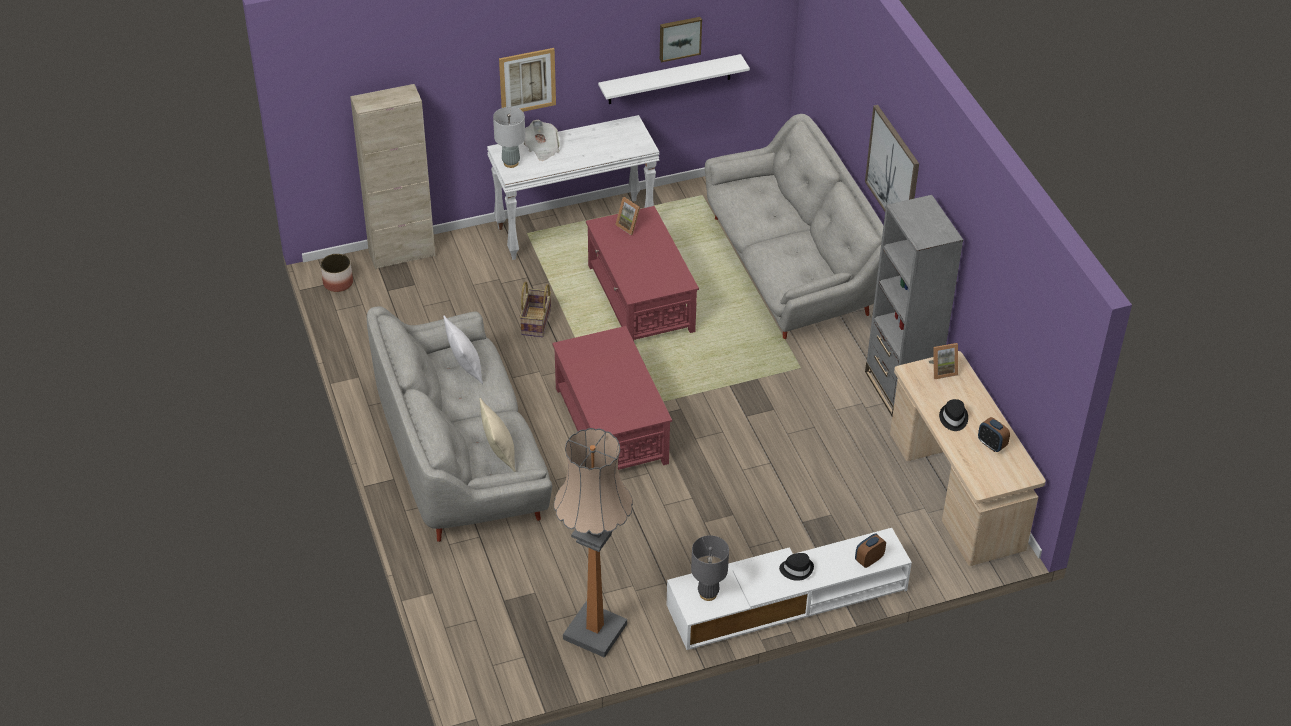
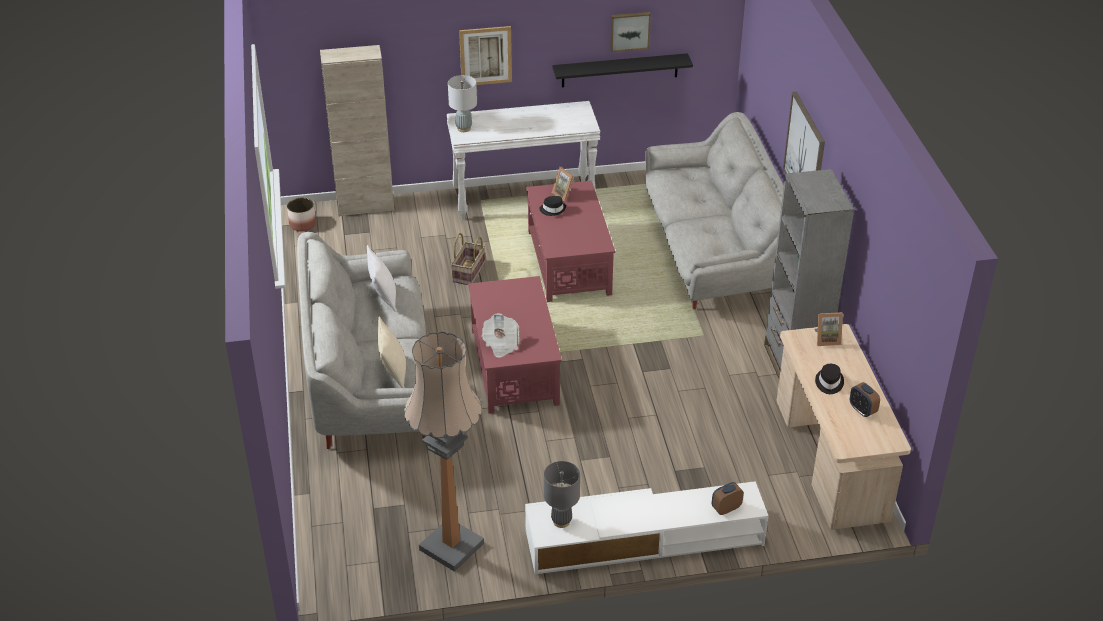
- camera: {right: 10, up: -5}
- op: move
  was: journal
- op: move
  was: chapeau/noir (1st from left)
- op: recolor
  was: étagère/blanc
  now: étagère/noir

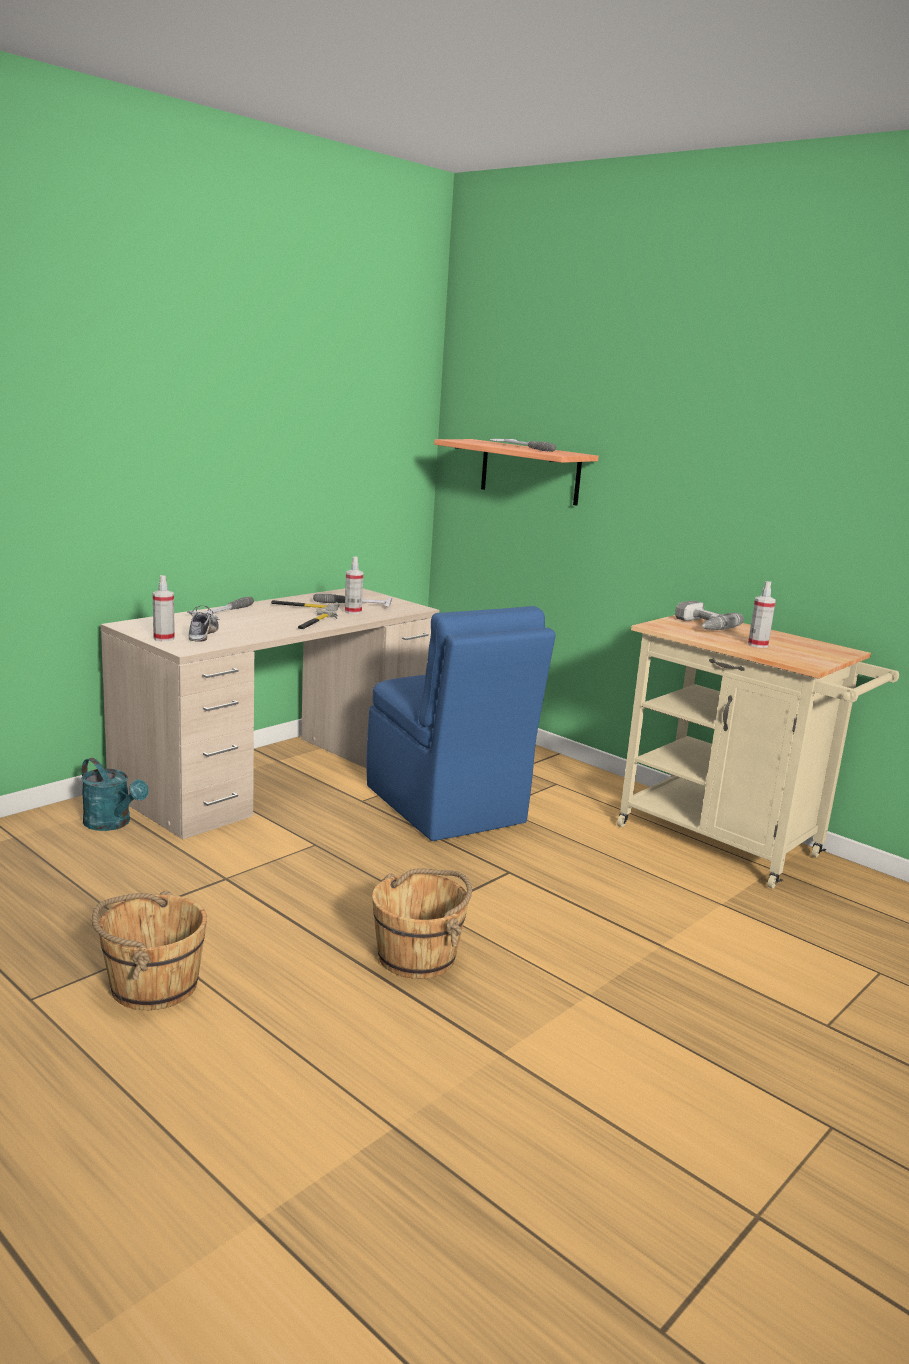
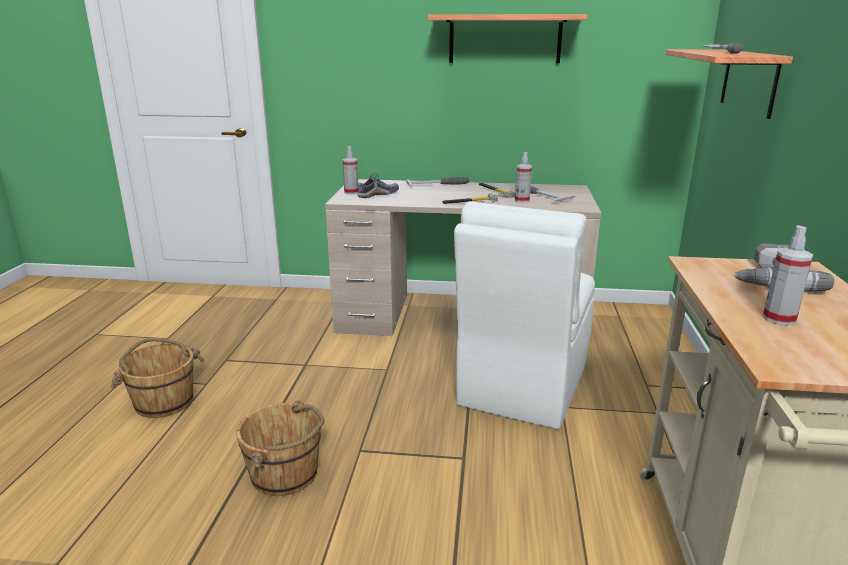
- camera: {right: 55, up: 5}
- op: insert
  now: étagère (1st from left)
- op: recolor
  was: chaise/bleu
  now: chaise/blanc
- op: delete
  was: arrosoir/turquoise

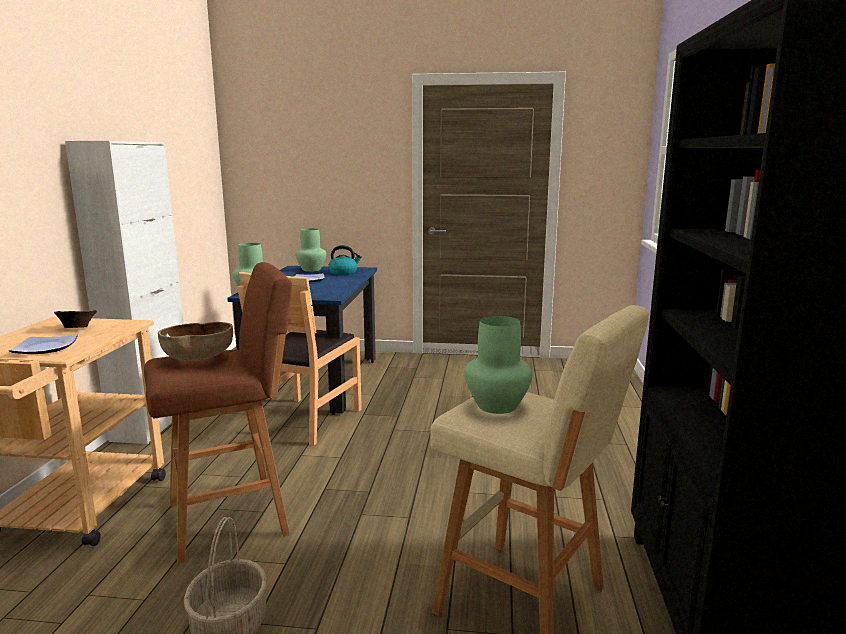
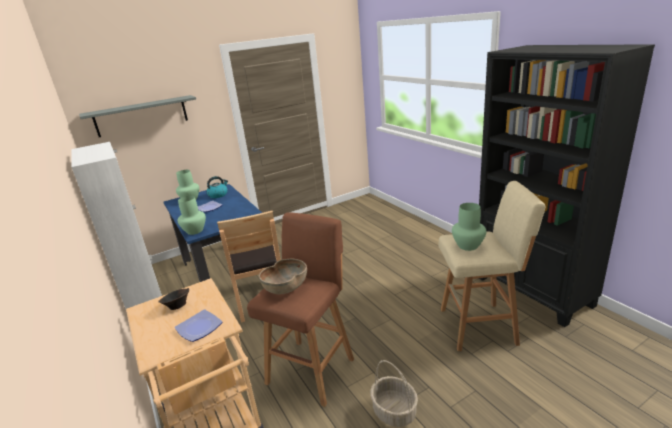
- camera: {right: -35, up: 10}
- op: insert
  now: étagère/gris

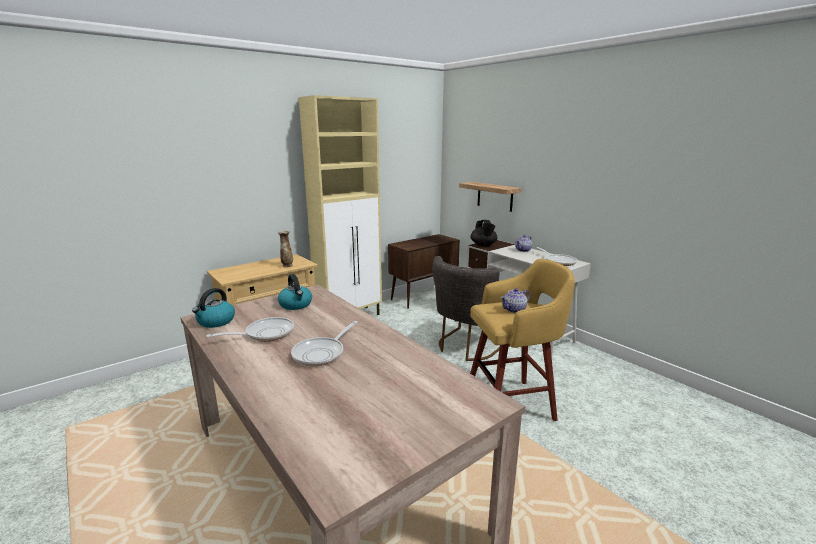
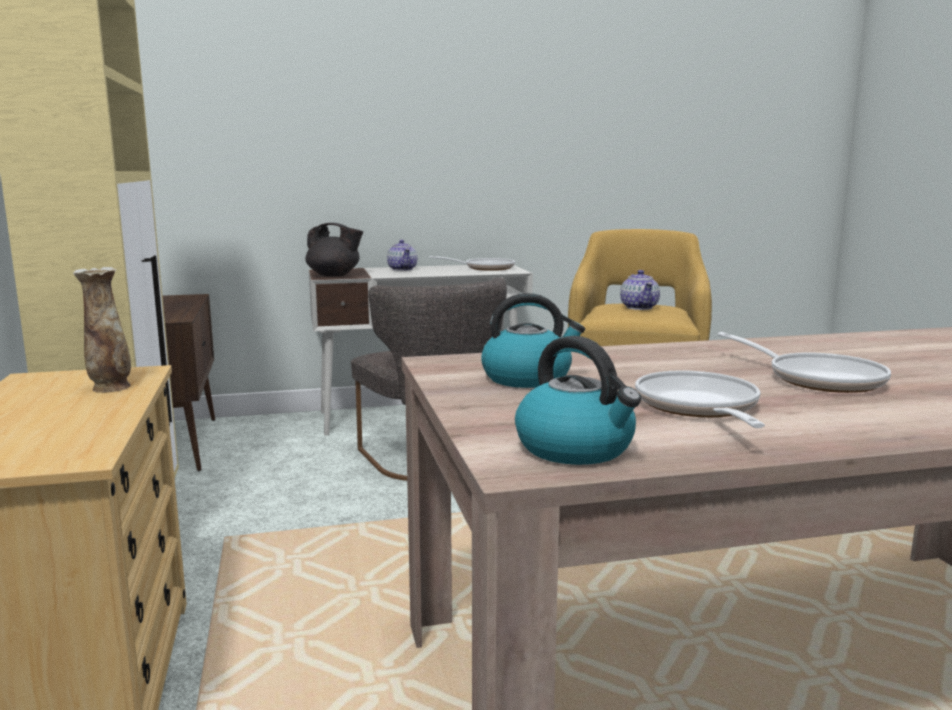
- camera: {right: -65, up: -5}
- op: delete
  was: étagère

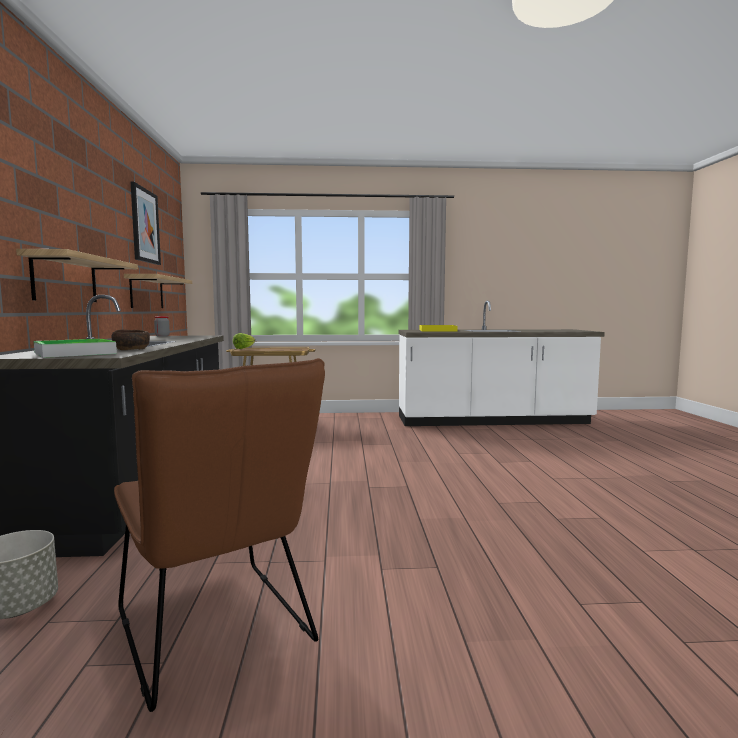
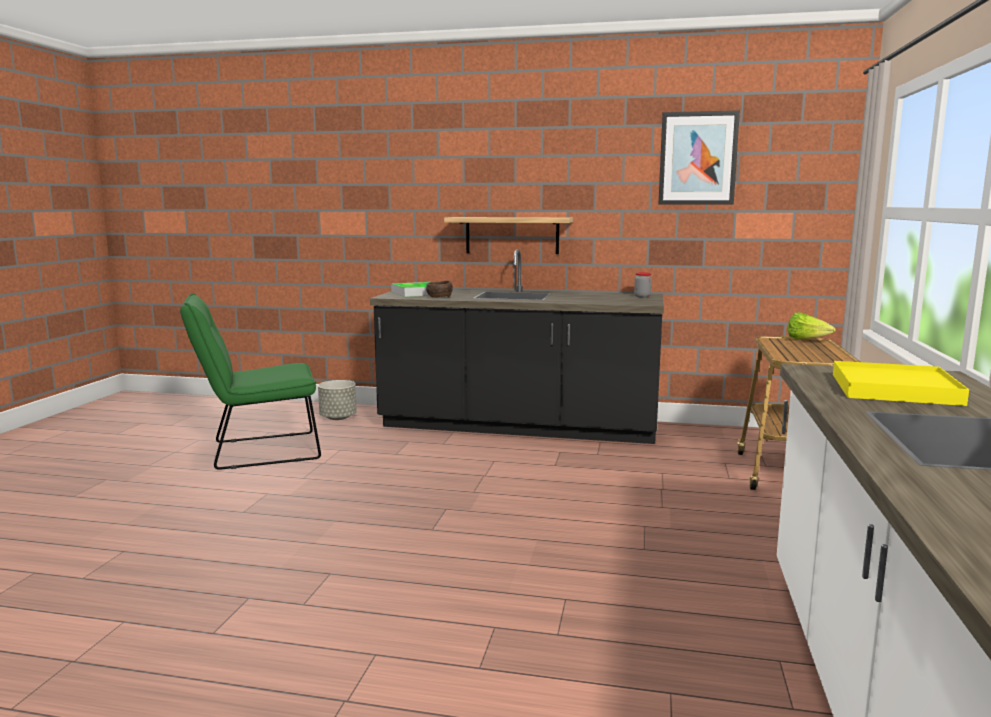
- camera: {right: 105, up: 5}
- op: recolor
  was: chaise/marron
  now: chaise/vert
- op: delete
  was: étagère (2nd from left)

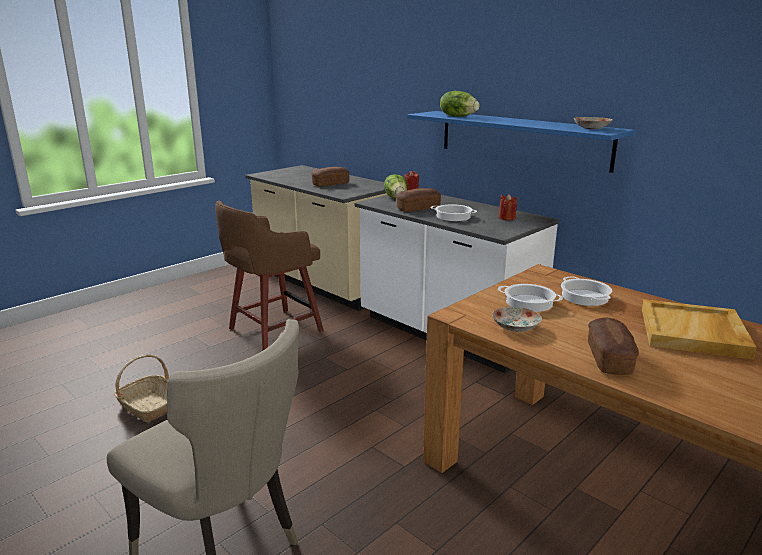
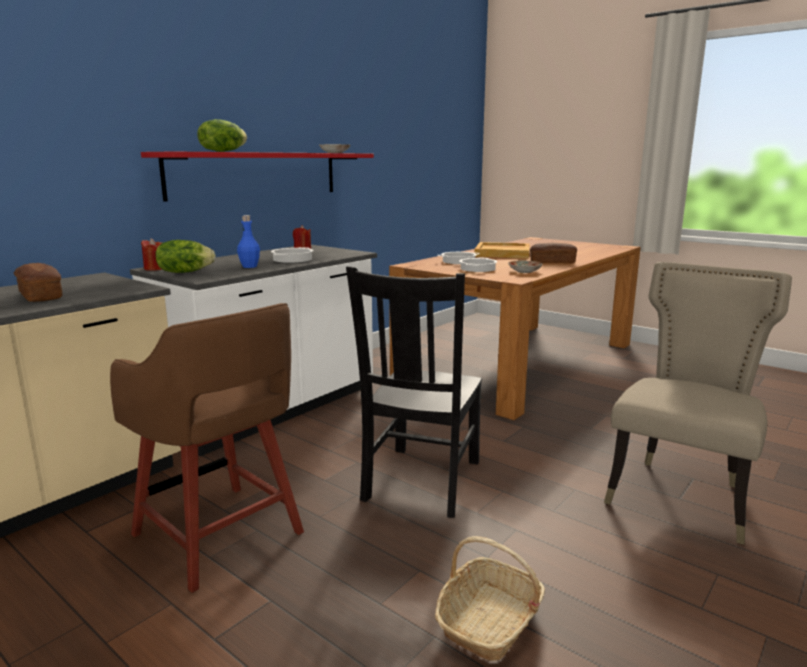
- camera: {right: -95, up: -5}
- op: recolor
  was: étagère/bleu
  now: étagère/rouge
- op: replace
  was: pain (2nd from left)
  now: bouteille/bleu
- op: insert
  now: chaise/noir

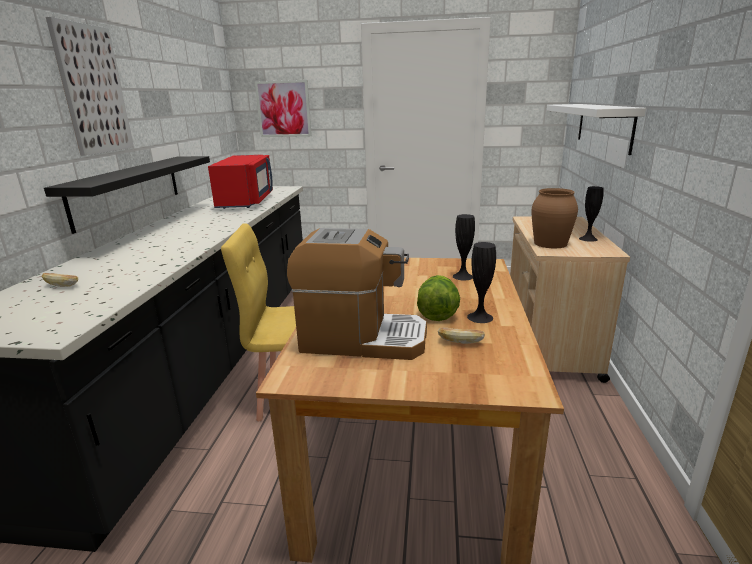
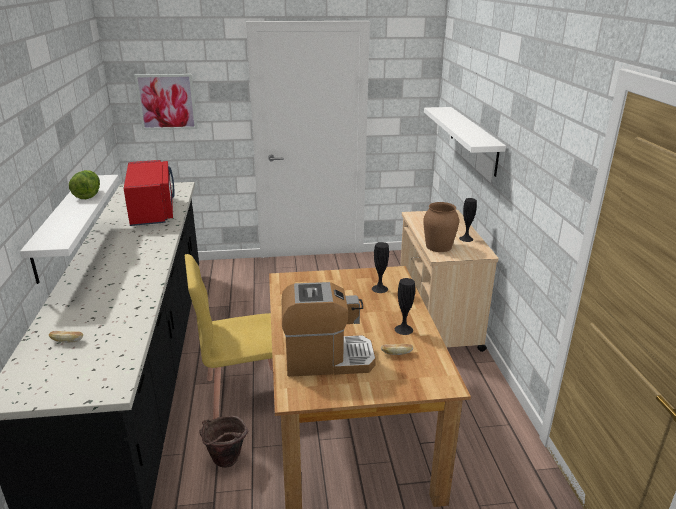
- camera: {right: -15, up: 5}
- op: recolor
  was: étagère/noir
  now: étagère/blanc (1st from left)
- op: move
  was: laitue
- op: insert
  now: seau/marron
- op: delete
  was: tableau (1st from left)

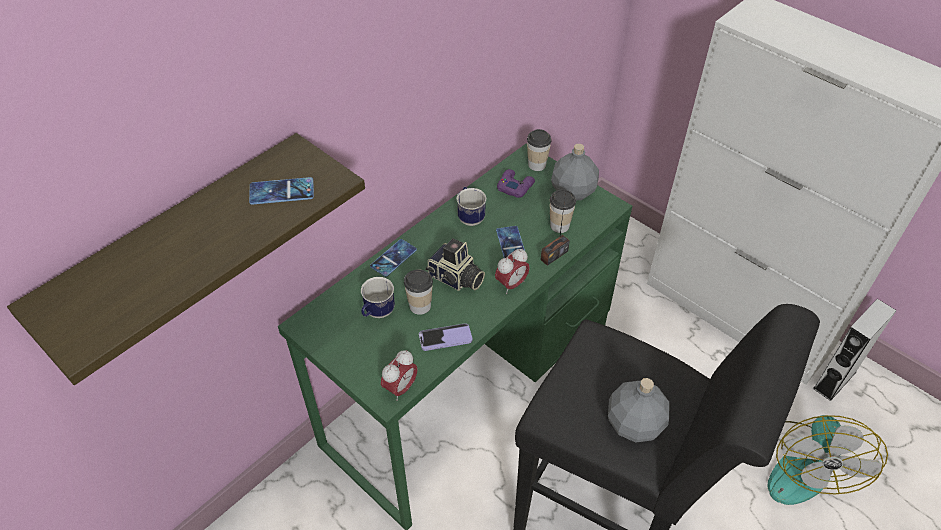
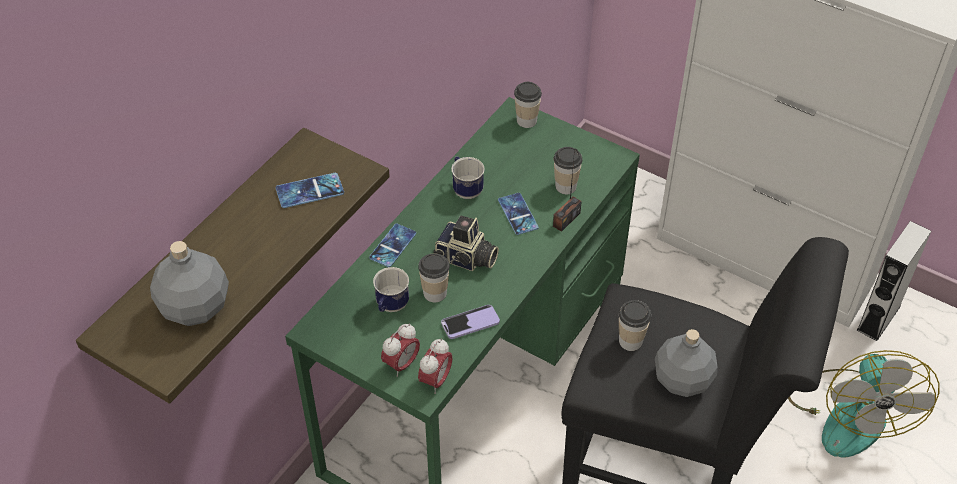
- camera: {right: -10, up: 0}
- op: move
  was: bouteille/gris (1st from left)
- op: move
  was: réveil (2nd from left in the first image)
  now: réveil (1st from left)
- op: insert
  now: tasse (4th from left)
- op: delete
  was: manette/violet

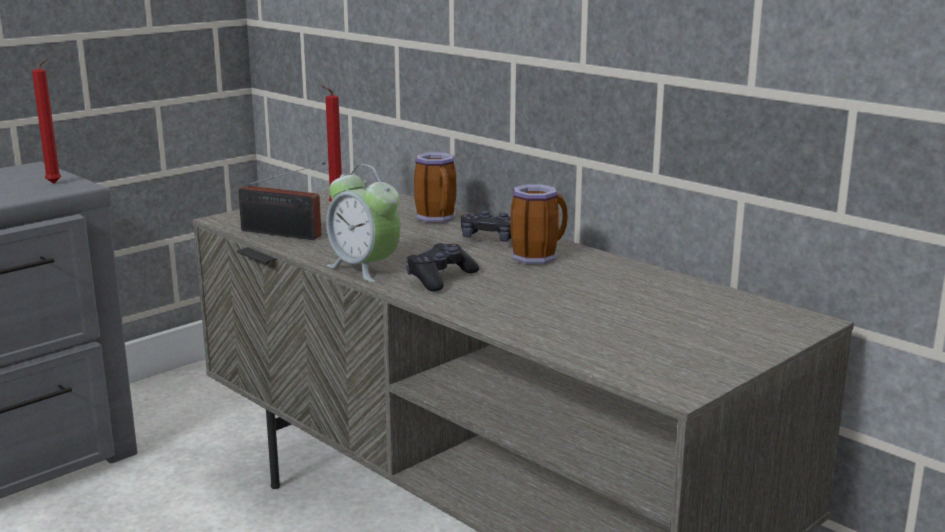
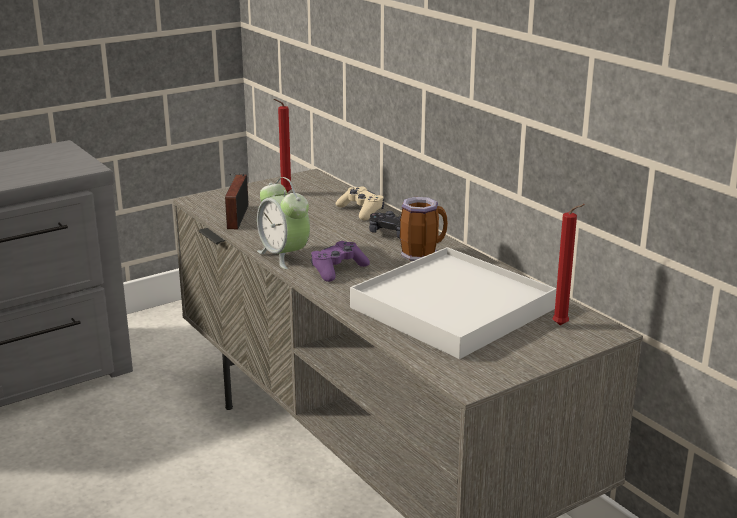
- camera: {right: 10, up: 5}
- op: rotate
  was: radio
  clockwise: 60
- op: recolor
  was: manette/noir (1st from left)
  now: manette/violet
- op: replace
  was: mug (1st from left)
  now: manette/beige
- op: insert
  now: plateau/blanc
- op: move
  was: bougie/rouge (1st from left in the first image)
  now: bougie/rouge (2nd from left)

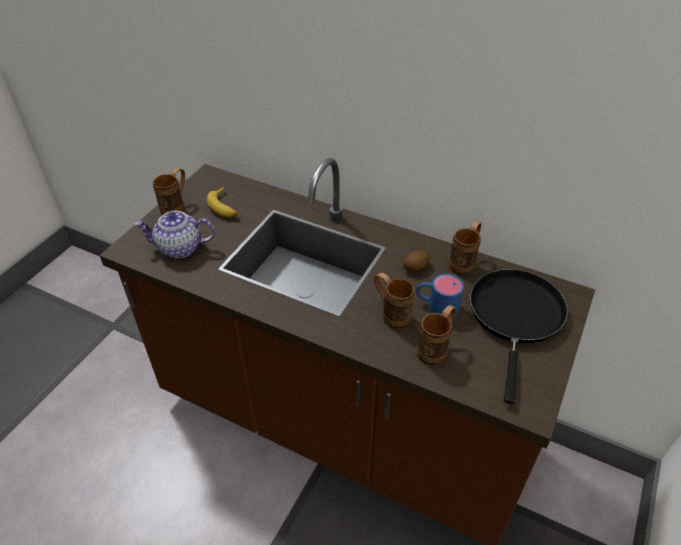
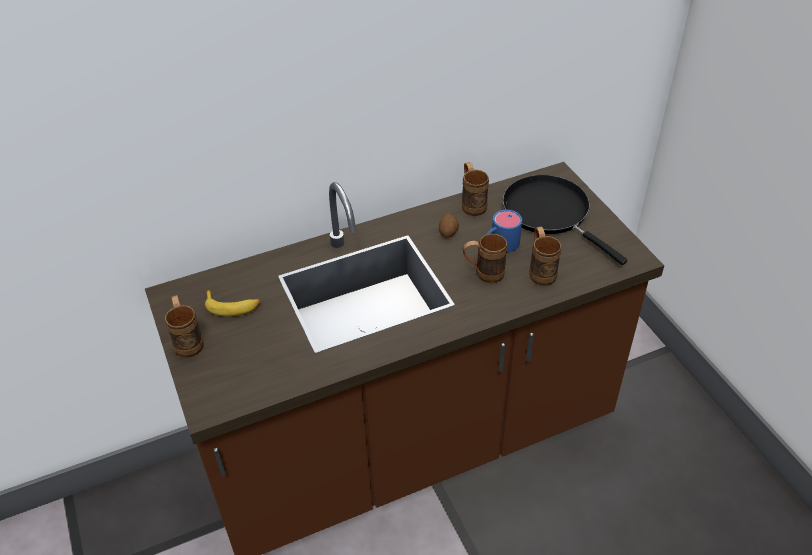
- camera: {right: -50, up: 0}
- op: delete
  was: théière

